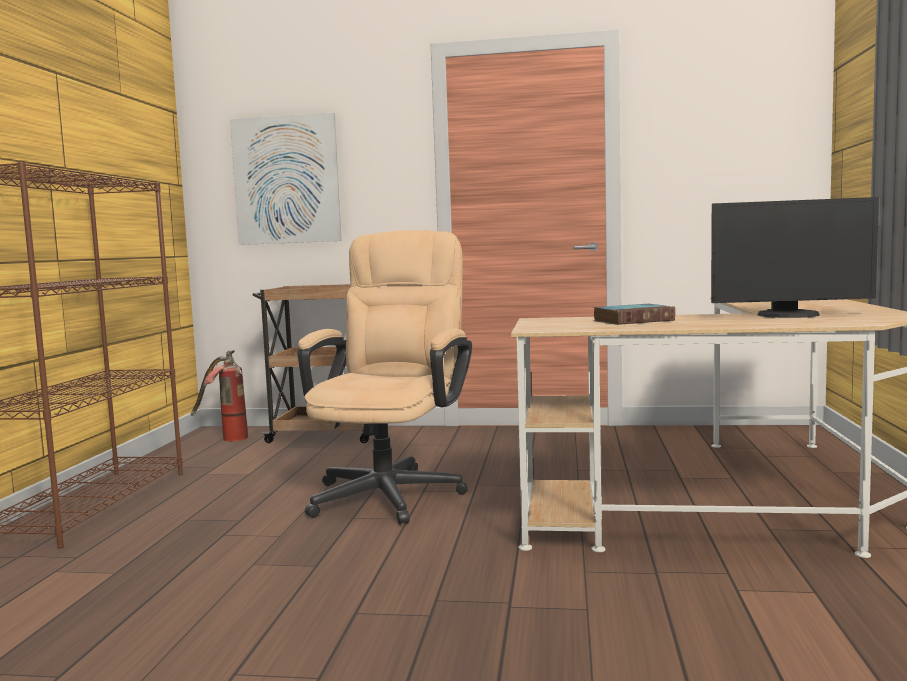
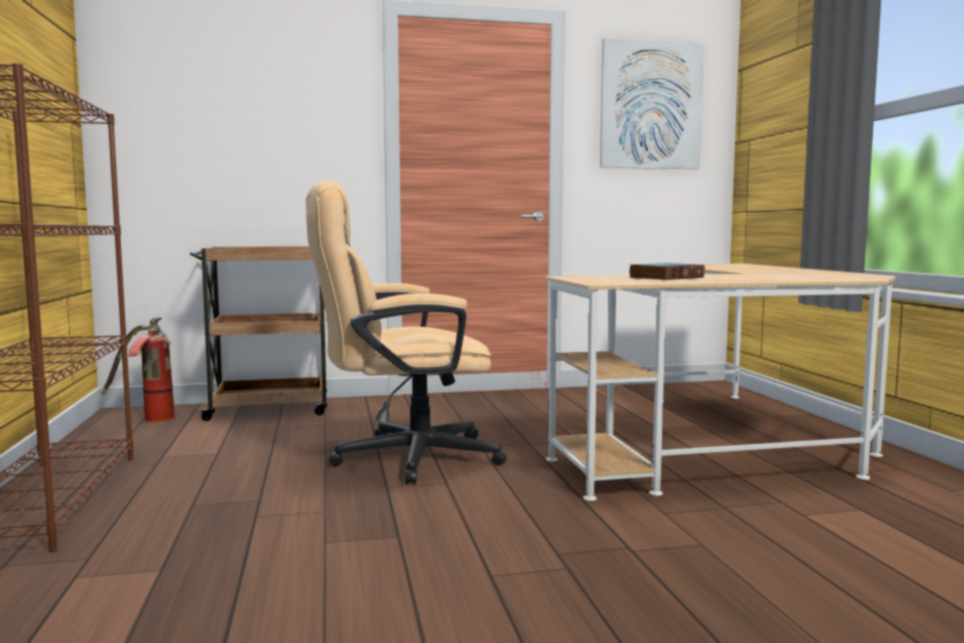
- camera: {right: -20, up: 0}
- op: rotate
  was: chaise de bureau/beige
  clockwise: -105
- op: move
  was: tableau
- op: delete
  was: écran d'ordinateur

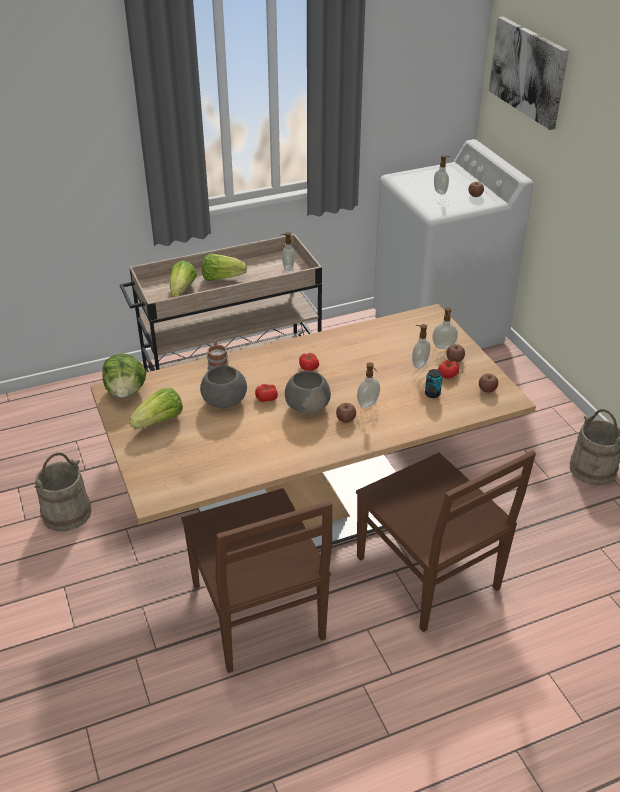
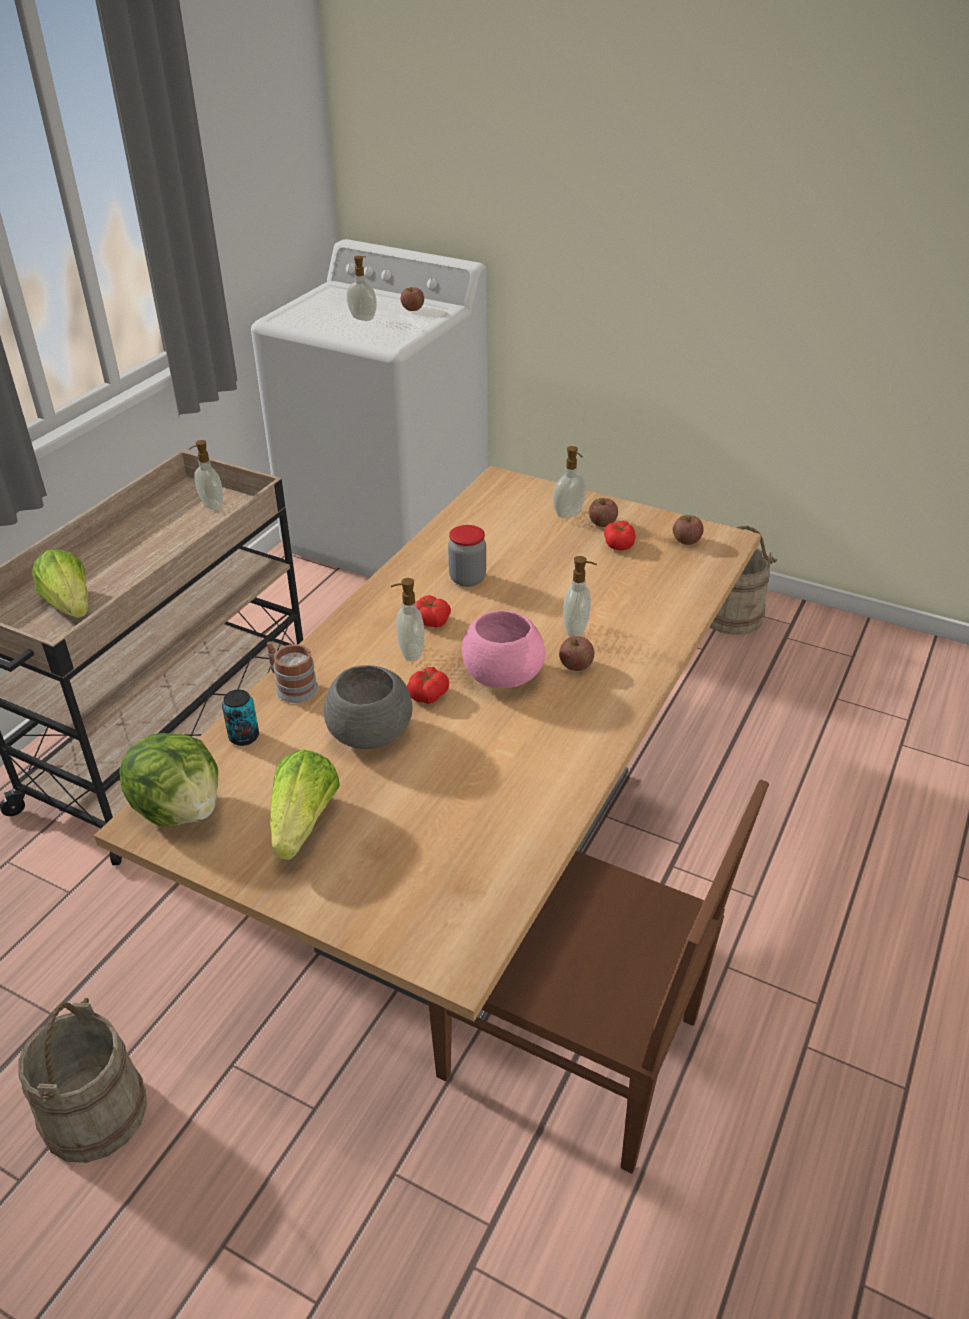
- camera: {right: -40, up: 0}
- op: move
  was: boîte métallique
- op: move
  was: distributeur de savon (3rd from left)
- op: insert
  now: bocal
- op: recolor
  was: bol/gris (2nd from left)
  now: bol/rose
- op: delete
  was: laitue (4th from left)
- op: delete
  was: chaise/marron (2nd from left)
- op: delete
  was: tableau

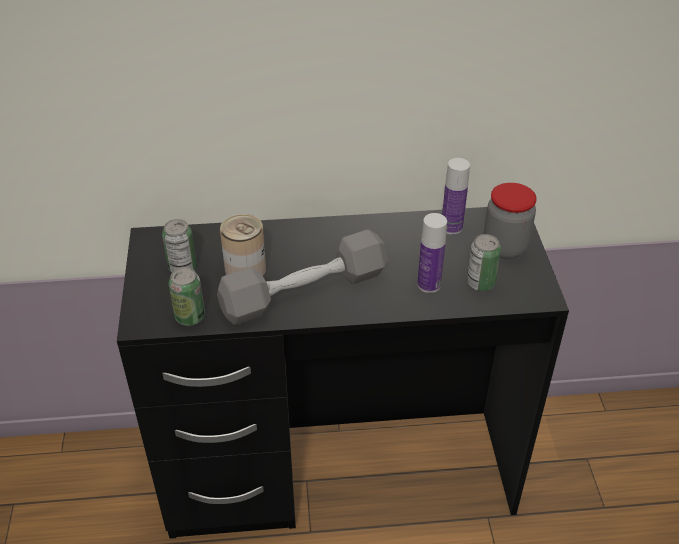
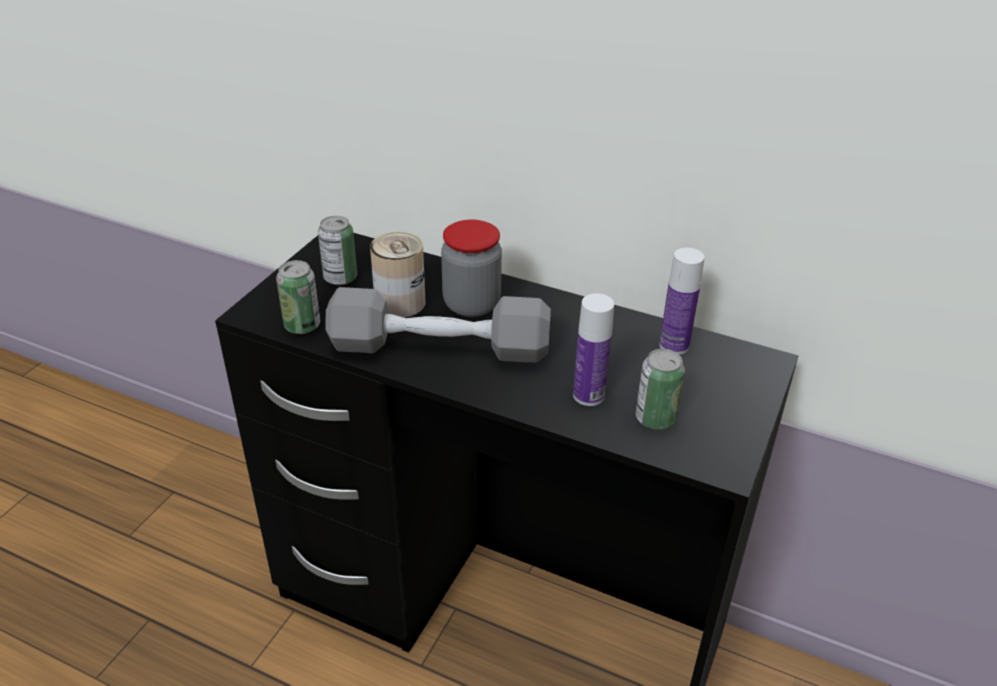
- camera: {right: 30, up: -5}
- op: move
  was: bocal

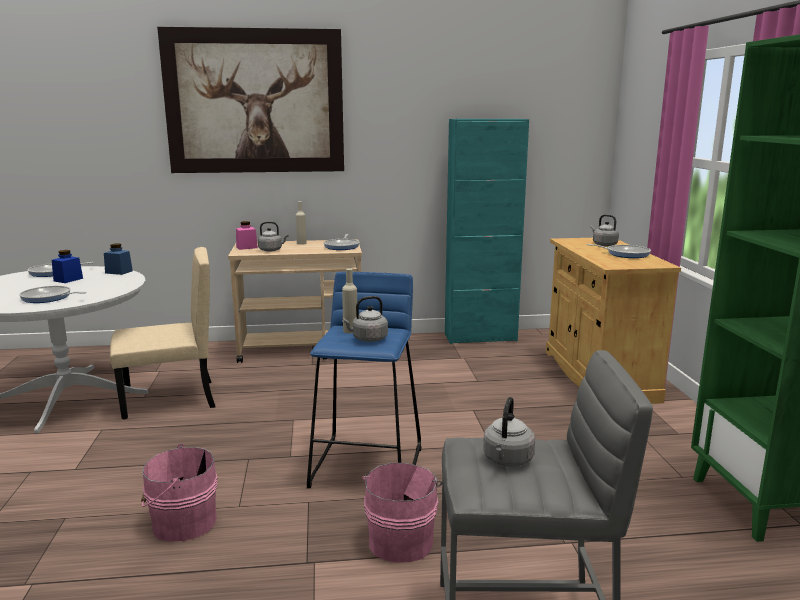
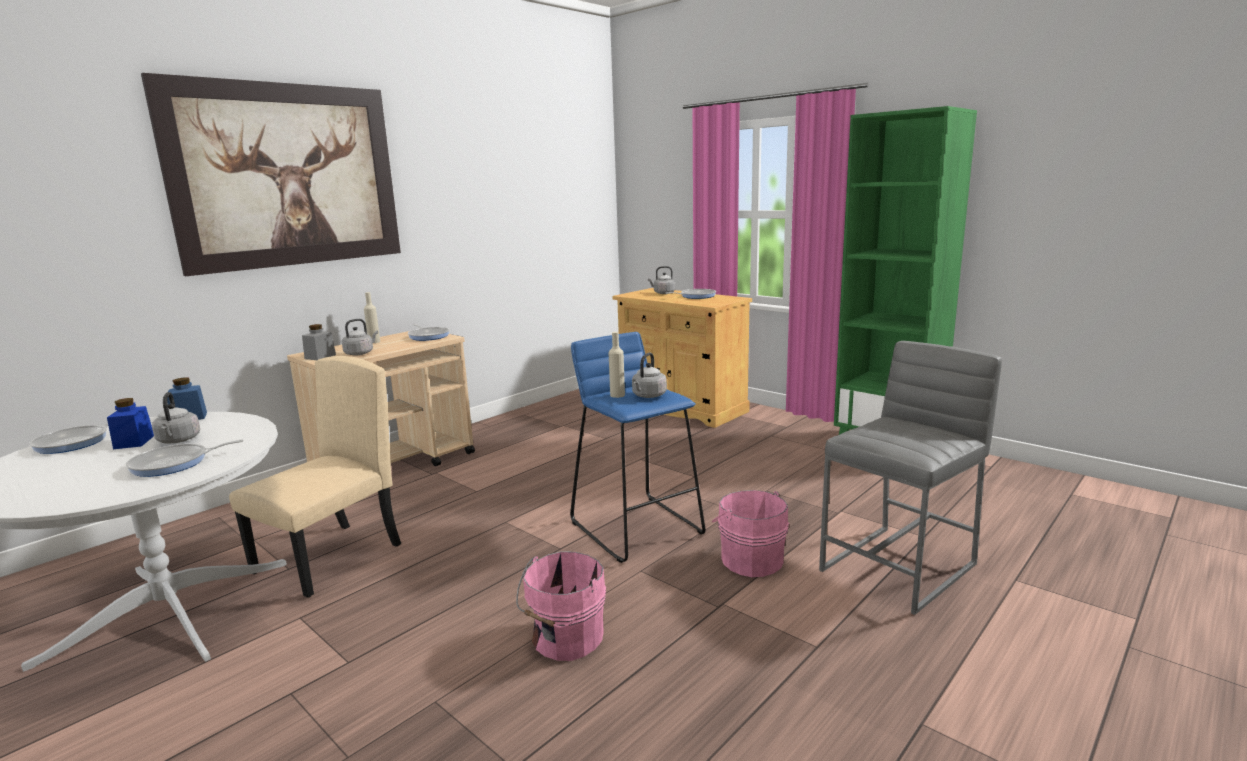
- camera: {right: -40, up: 0}
- op: move
  was: bouilloire/gris (3rd from left in the first image)
  now: bouilloire/gris (1st from left)
- op: recolor
  was: bocal/rose
  now: bocal/gris
- op: delete
  was: meuble de rangement/turquoise

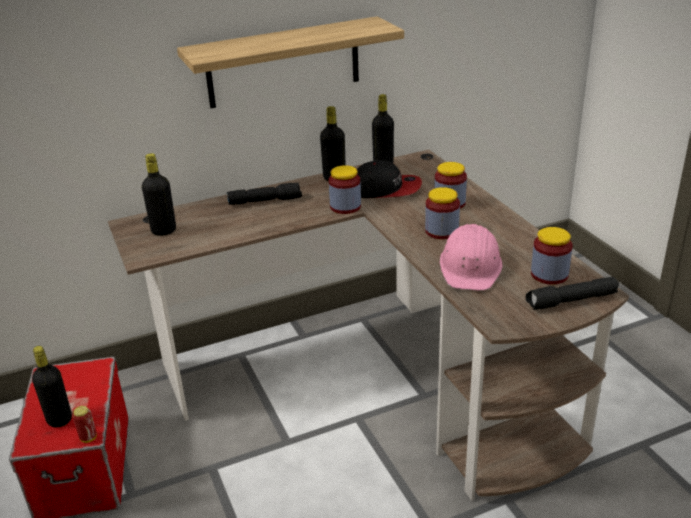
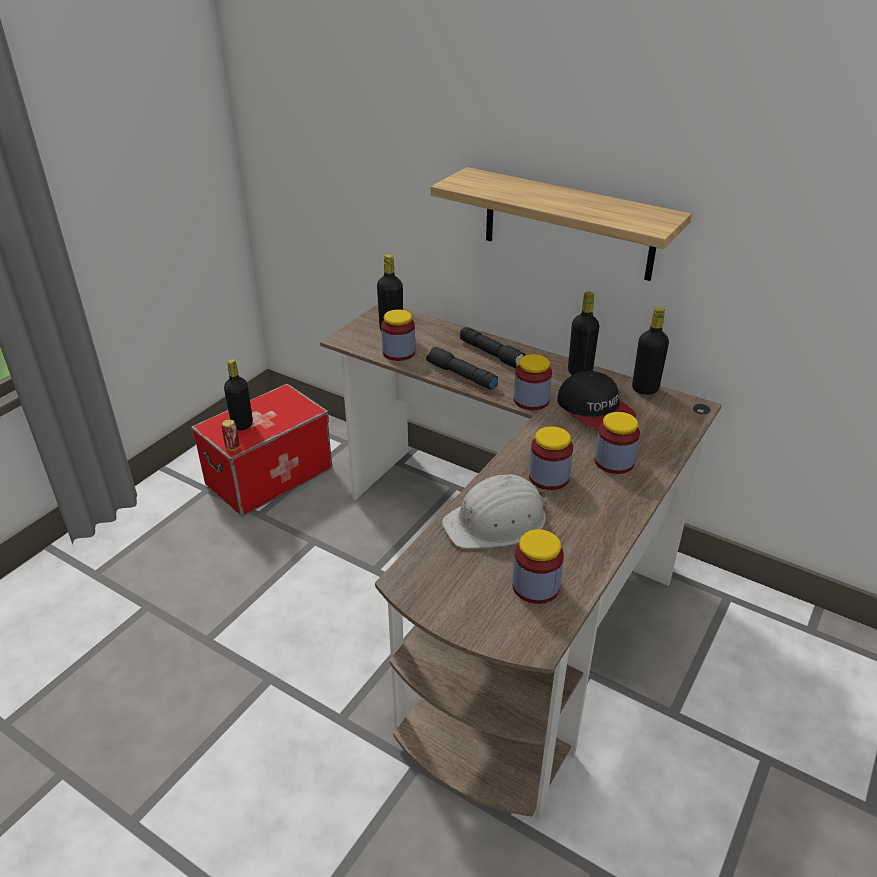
- camera: {right: 55, up: 5}
- op: insert
  now: bocal (1st from left)
- op: move
  was: lampe de poche/noir (2nd from left in the first image)
  now: lampe de poche/noir (1st from left)
- op: recolor
  was: casque de chantier/rose
  now: casque de chantier/blanc

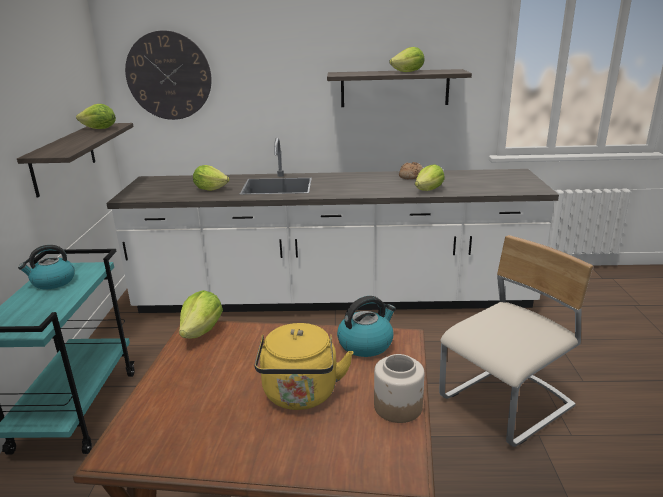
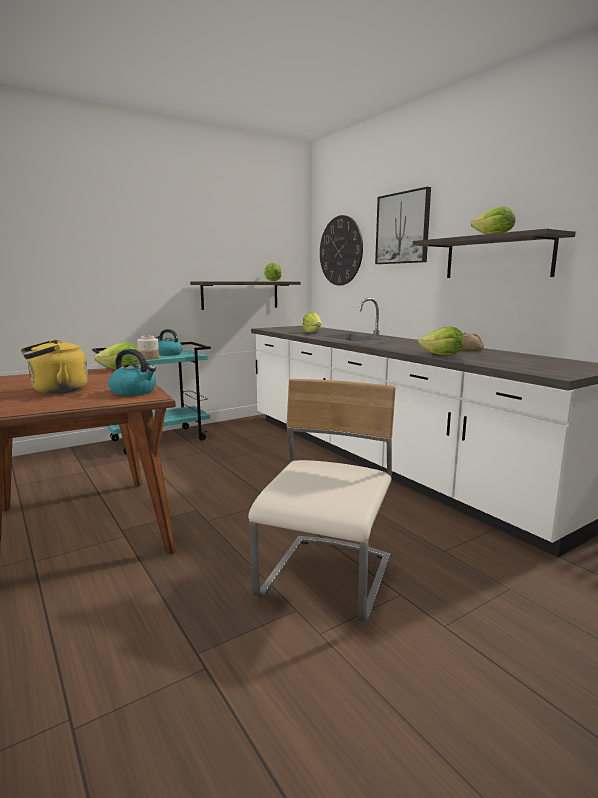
- camera: {right: 55, up: -10}
- op: move
  was: bocal
- op: rotate
  was: chaise/beige
  clockwise: -90
- op: insert
  now: tableau

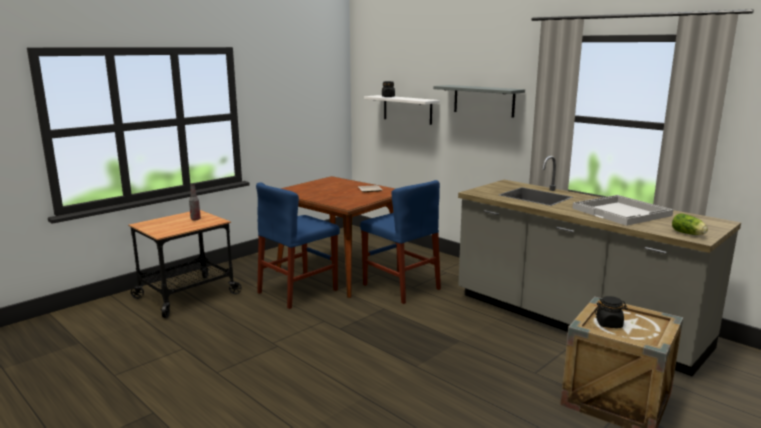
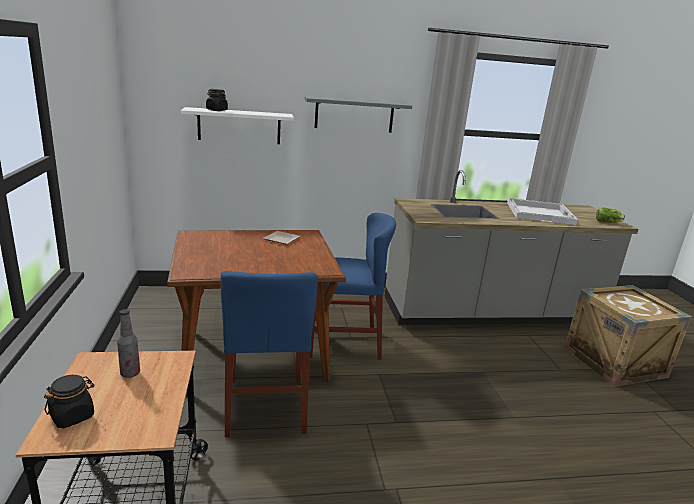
- camera: {right: -55, up: 5}
- op: move
  was: bocal/noir (2nd from left in the first image)
  now: bocal/noir (1st from left)

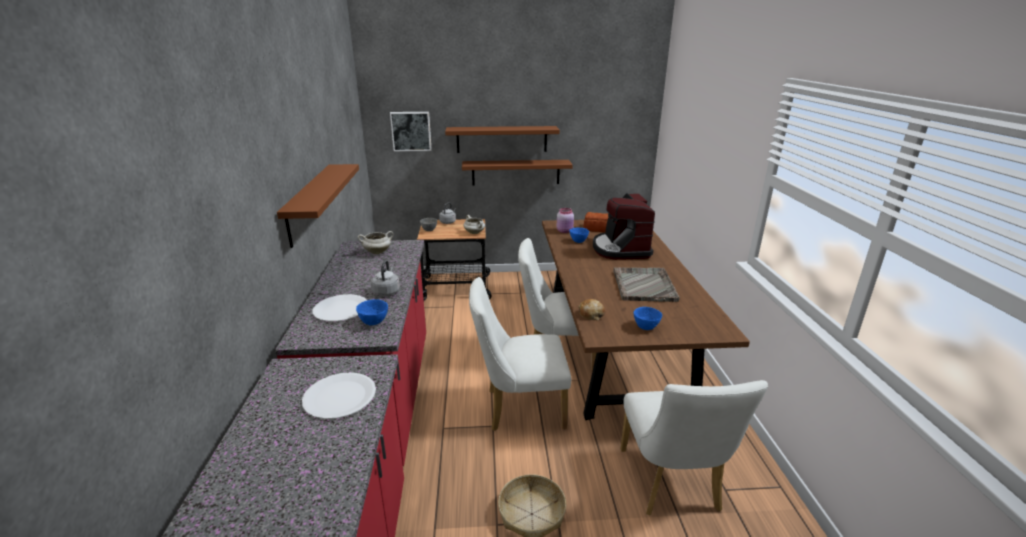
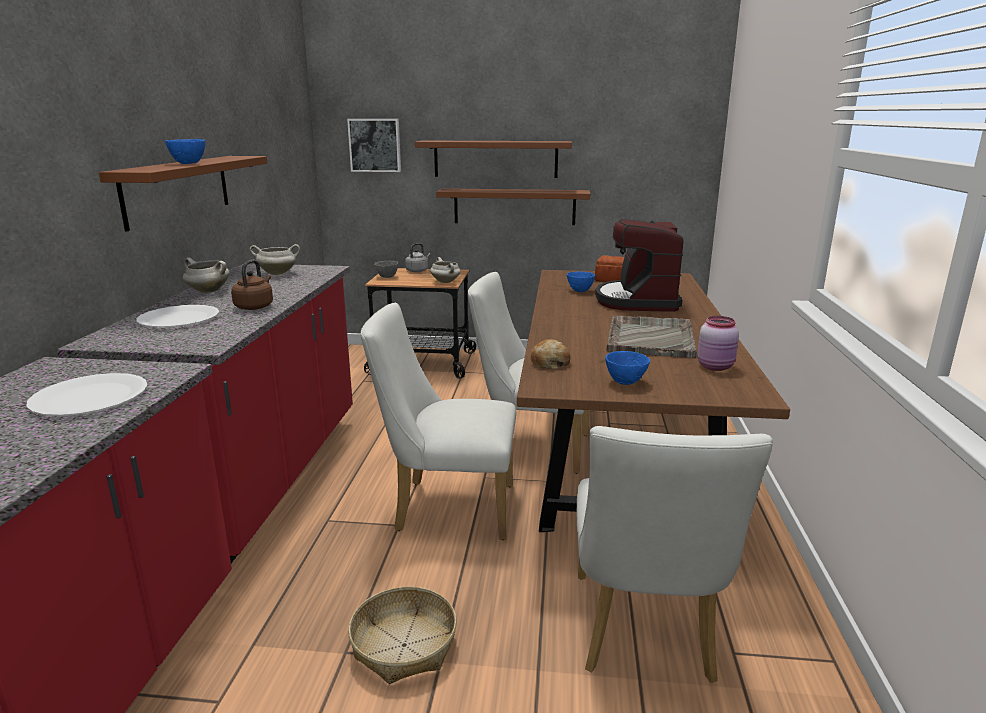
- camera: {right: 10, up: -5}
- op: move
  was: bol/bleu (1st from left)
- op: insert
  now: marmite/blanc (1st from left)
- op: recolor
  was: bouilloire/gris (1st from left)
  now: bouilloire/marron
- op: move
  was: bocal/rose

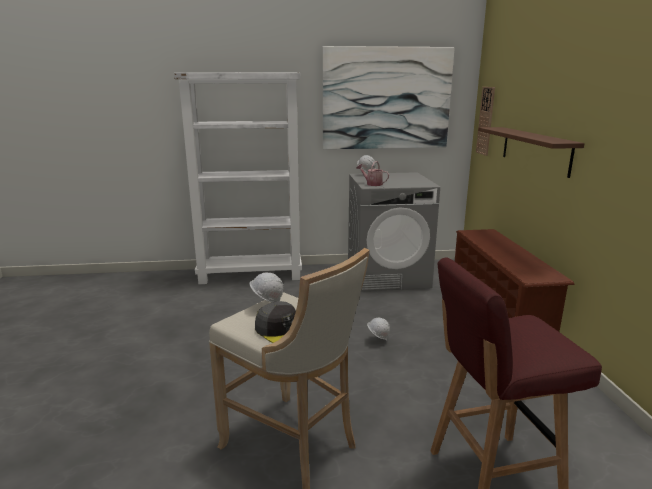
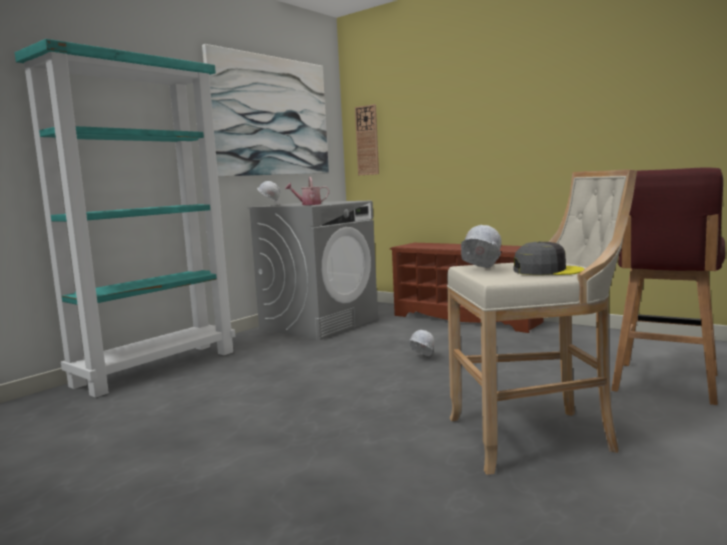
- camera: {right: -45, up: -10}
- op: recolor
  was: bibliothèque/blanc
  now: bibliothèque/turquoise
- op: delete
  was: étagère/marron

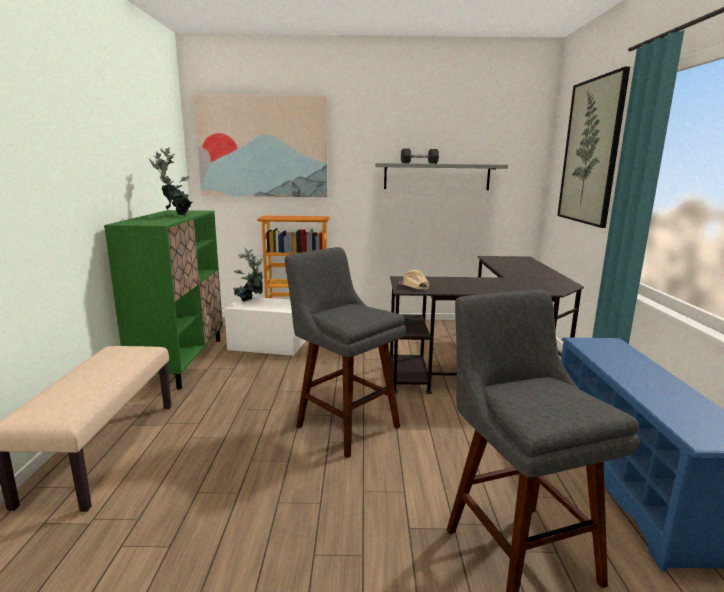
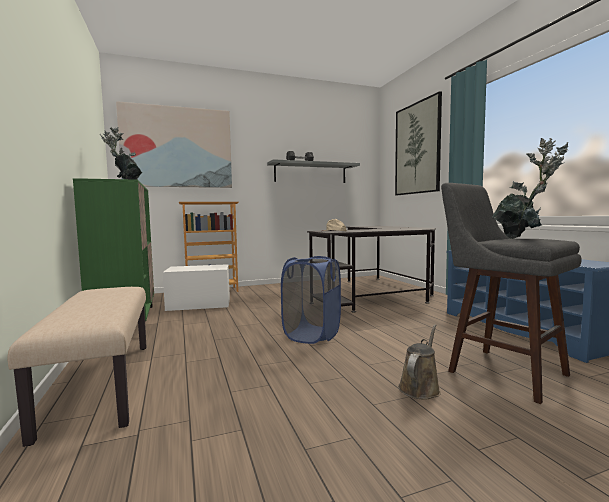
- camera: {right: -20, up: -10}
- op: replace
  was: tabouret/gris (1st from left)
  now: panier à linge/bleu
- op: insert
  now: arrosoir/marron
- op: move
  was: plante en pot (2nd from left)

